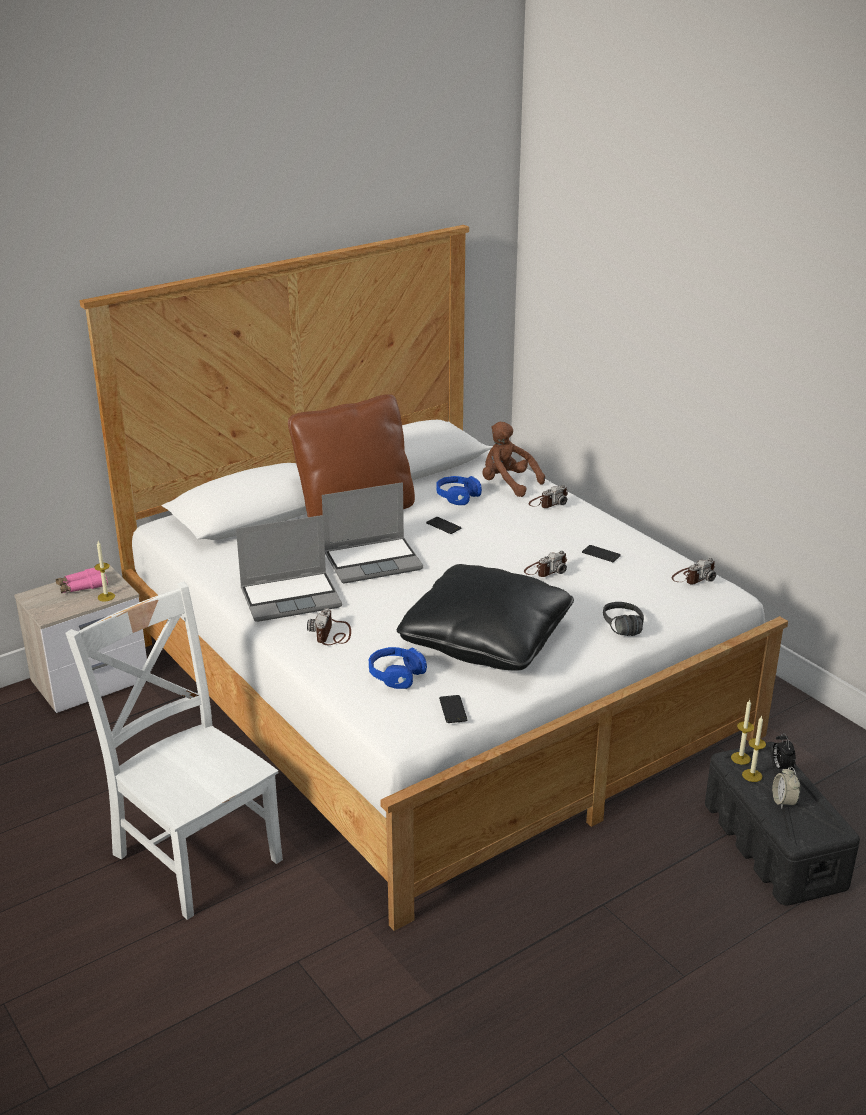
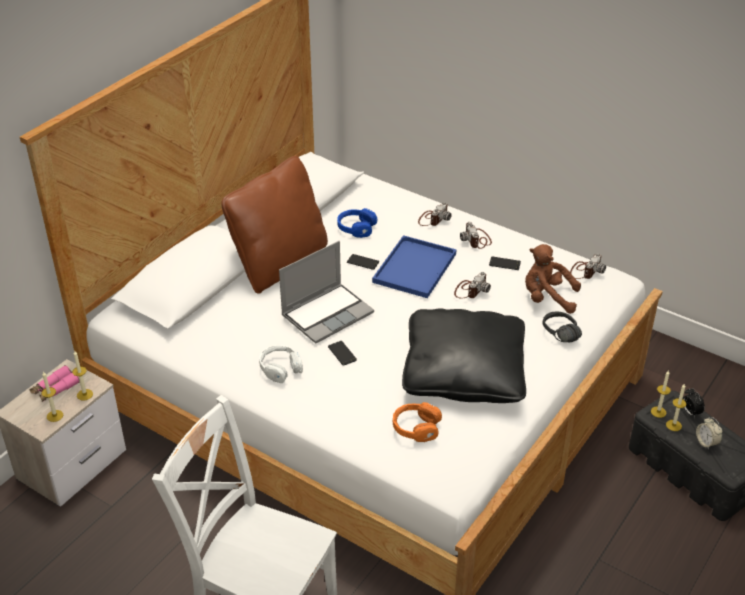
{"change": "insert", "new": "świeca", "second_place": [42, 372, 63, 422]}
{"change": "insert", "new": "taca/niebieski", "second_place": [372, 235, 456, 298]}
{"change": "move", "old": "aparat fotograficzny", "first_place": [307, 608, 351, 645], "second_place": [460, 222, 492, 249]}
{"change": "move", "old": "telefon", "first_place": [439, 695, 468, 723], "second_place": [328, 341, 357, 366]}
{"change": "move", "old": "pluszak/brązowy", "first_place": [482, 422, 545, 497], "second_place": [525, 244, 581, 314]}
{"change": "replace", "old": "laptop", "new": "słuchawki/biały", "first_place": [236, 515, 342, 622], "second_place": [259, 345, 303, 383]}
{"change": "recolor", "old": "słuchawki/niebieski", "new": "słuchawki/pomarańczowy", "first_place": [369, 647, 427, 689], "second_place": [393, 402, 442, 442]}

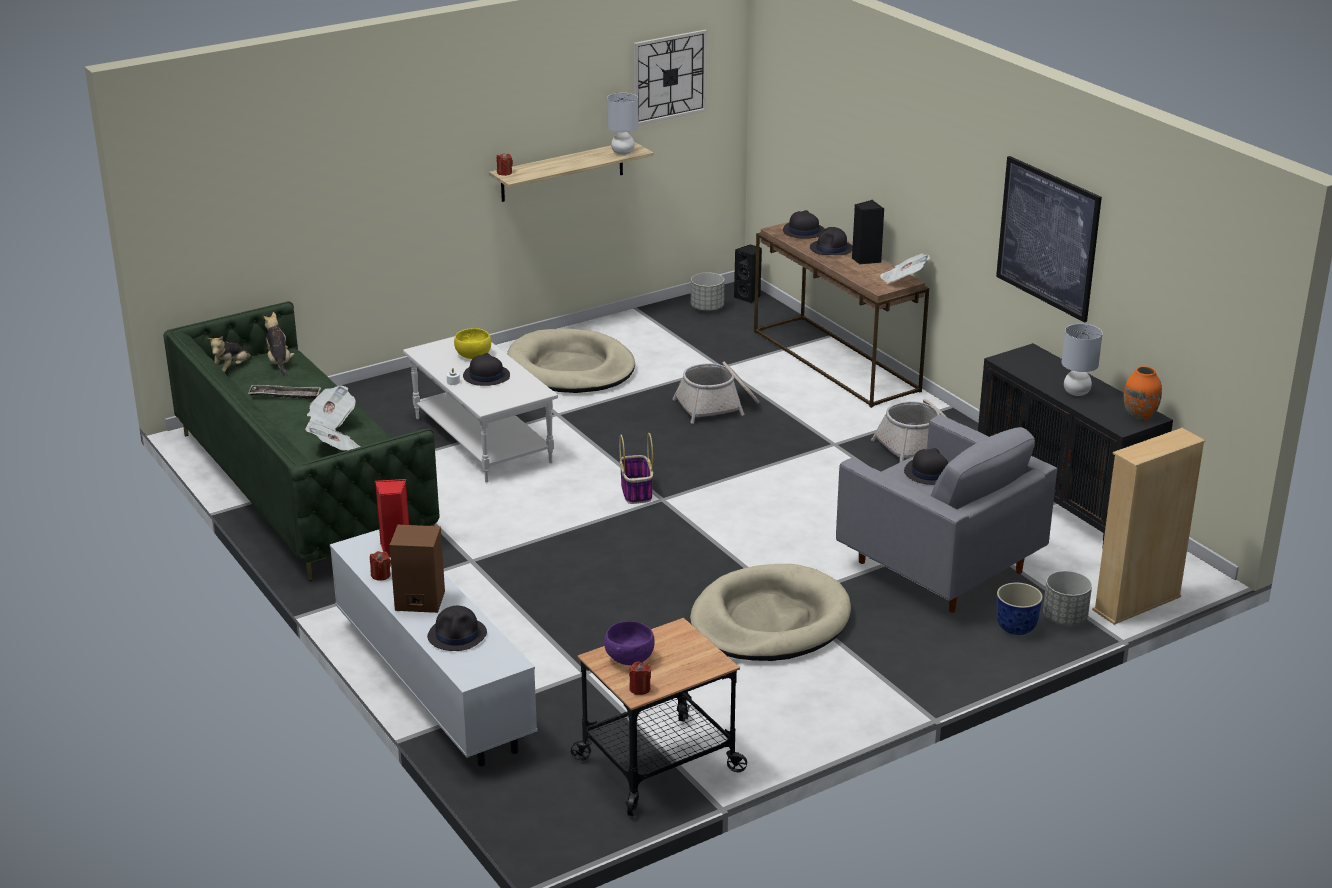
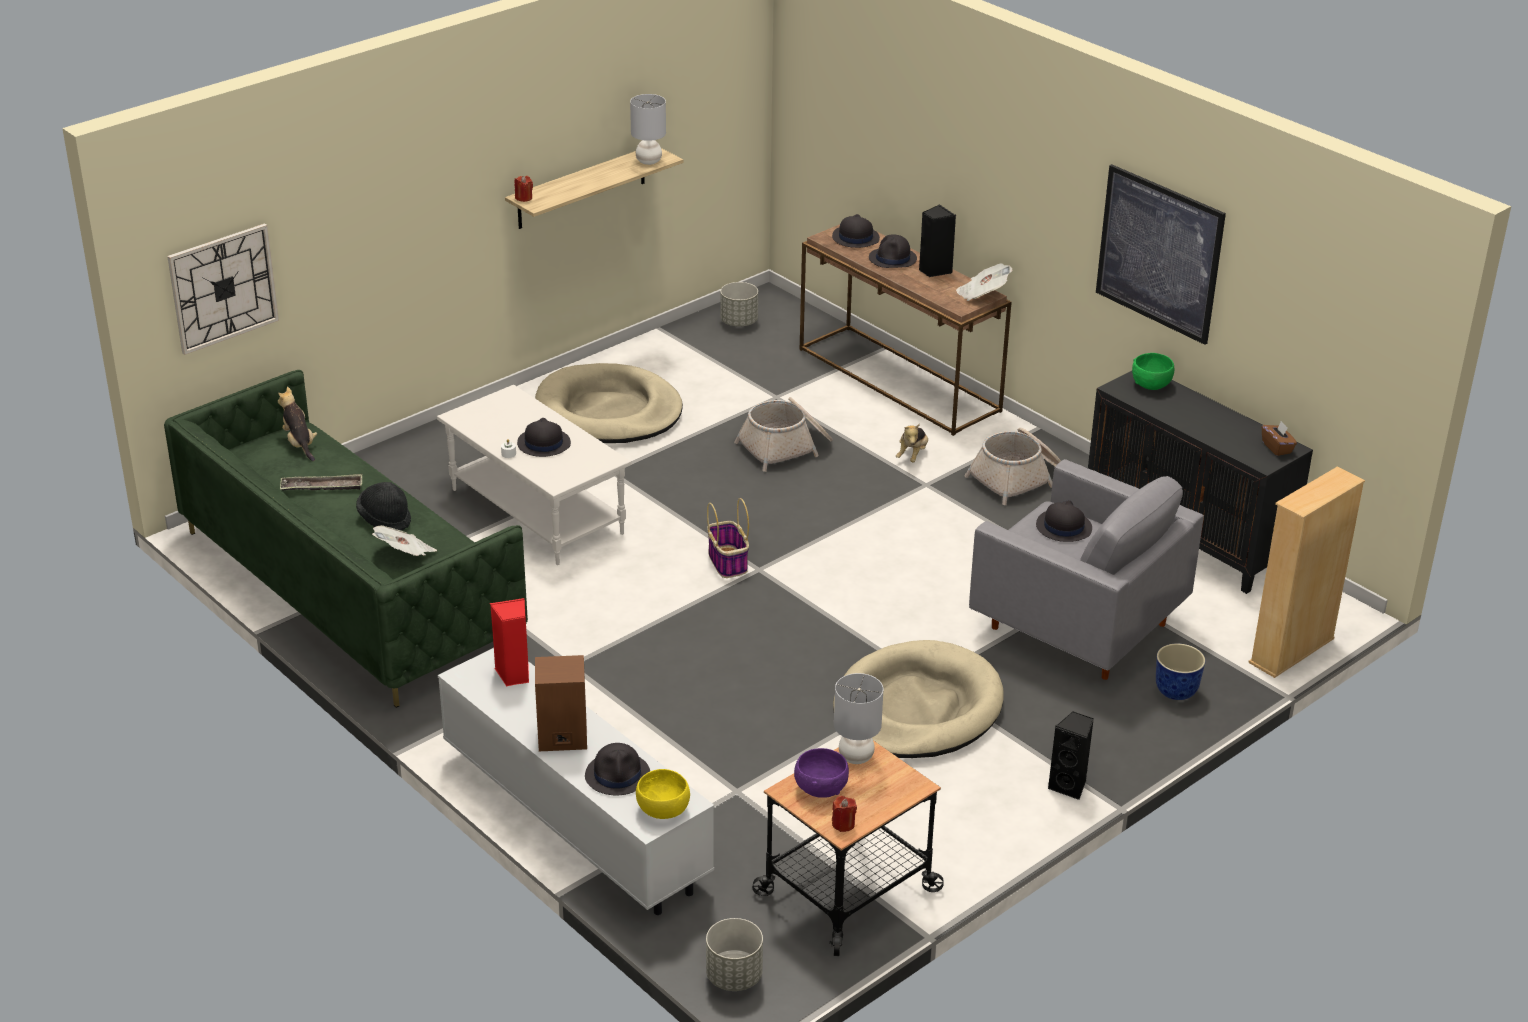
{"change": "delete", "old": "świeca/czerwony", "first_place": [370, 551, 391, 581]}
{"change": "insert", "new": "miska/zielony", "second_place": [1132, 353, 1174, 390]}
{"change": "move", "old": "pluszak", "first_place": [208, 336, 252, 372], "second_place": [896, 424, 928, 462]}
{"change": "move", "old": "miska/żółty", "first_place": [454, 328, 491, 359], "second_place": [636, 769, 690, 819]}
{"change": "move", "old": "zegar ścienny", "first_place": [634, 30, 707, 125], "second_place": [167, 223, 279, 355]}
{"change": "move", "old": "głośnik/czarny", "first_place": [734, 244, 762, 303], "second_place": [1048, 711, 1094, 800]}
{"change": "move", "old": "donica/szary", "first_place": [1043, 571, 1092, 625], "second_place": [706, 918, 763, 991]}
{"change": "move", "old": "lampa stołowa/szary", "first_place": [1061, 324, 1103, 396], "second_place": [834, 673, 883, 764]}
{"change": "replace", "old": "gazeta", "new": "kapelusz/czarny", "first_place": [305, 386, 355, 433], "second_place": [356, 482, 411, 530]}
{"change": "replace", "old": "wazon/pomarańczowy", "new": "pudełko chusteczek/brązowy", "first_place": [1124, 366, 1162, 421], "second_place": [1262, 421, 1297, 456]}

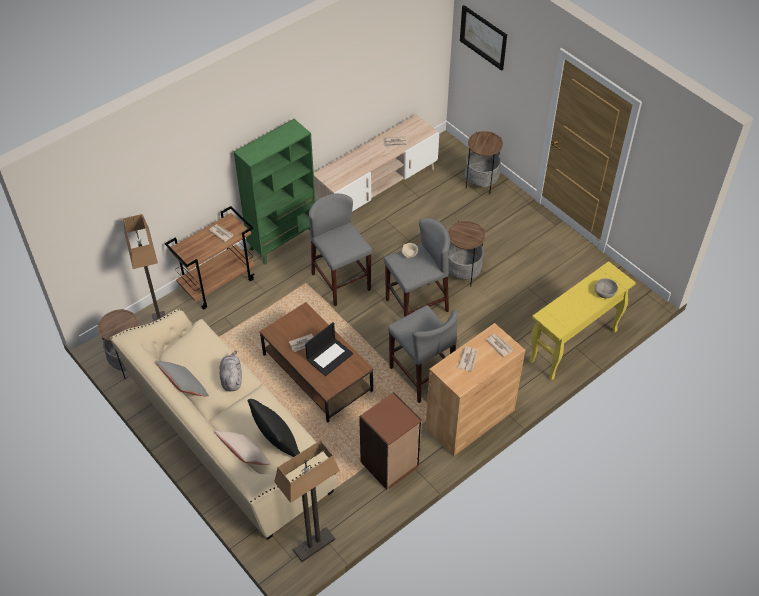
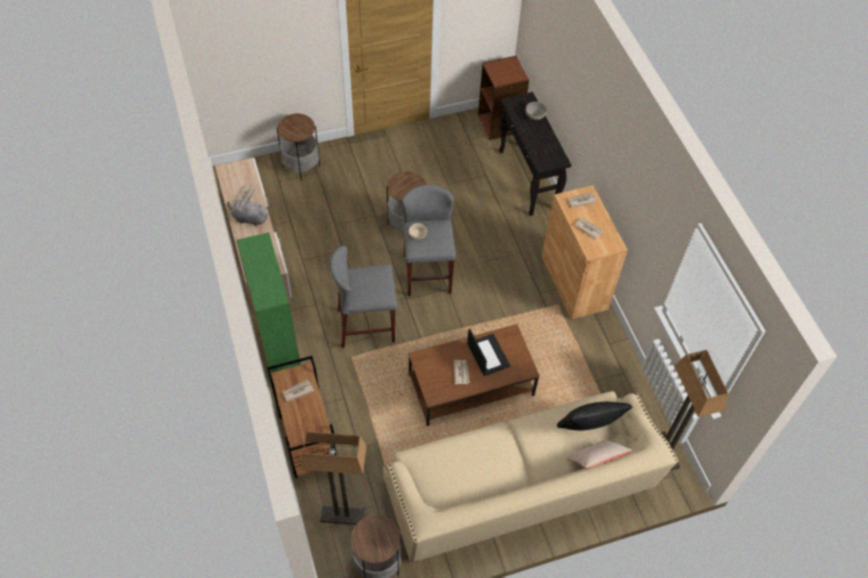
{"change": "delete", "old": "poduszka/szary", "first_place": [155, 361, 209, 397]}
{"change": "delete", "old": "stołek/szary", "first_place": [388, 305, 458, 403]}
{"change": "delete", "old": "obraz", "first_place": [460, 5, 507, 71]}
{"change": "move", "old": "pluszak/szary", "first_place": [220, 351, 242, 391], "second_place": [227, 197, 269, 226]}
{"change": "move", "old": "regał/brązowy", "first_place": [359, 392, 422, 490], "second_place": [478, 56, 529, 140]}
{"change": "recolor", "old": "stolik konsolowy/żółty", "new": "stolik konsolowy/czarny", "first_place": [529, 261, 636, 381], "second_place": [499, 92, 571, 216]}

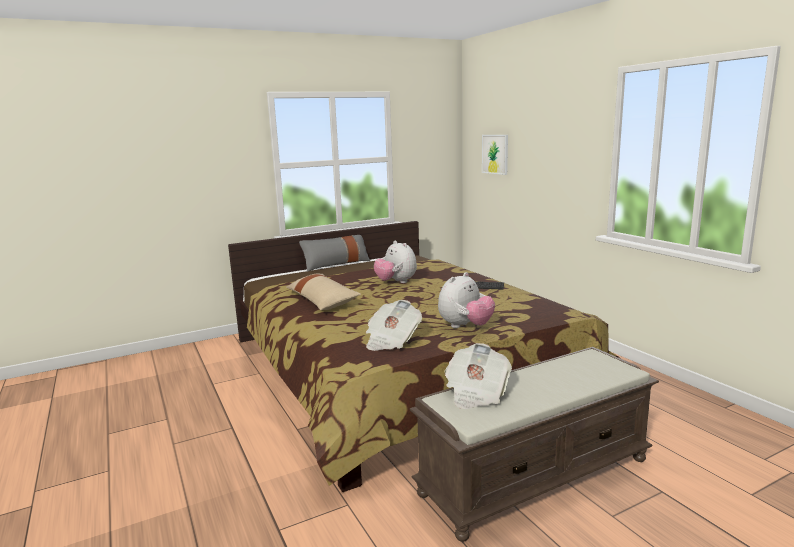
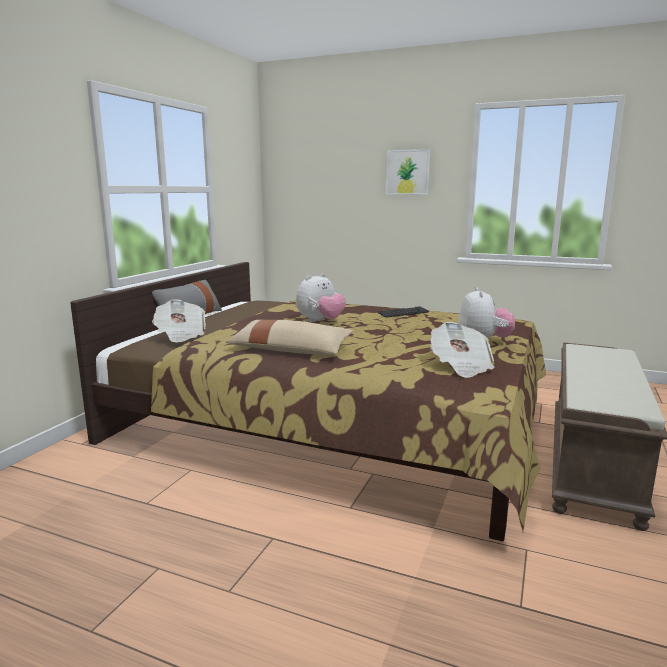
{"change": "move", "old": "gazeta", "first_place": [444, 343, 512, 409], "second_place": [152, 299, 206, 343]}
{"change": "move", "old": "obraz", "first_place": [482, 135, 508, 175], "second_place": [386, 149, 430, 195]}
{"change": "rotate", "old": "pluszak", "first_place": [374, 240, 417, 283], "second_place": [296, 273, 346, 322], "degrees": -60}

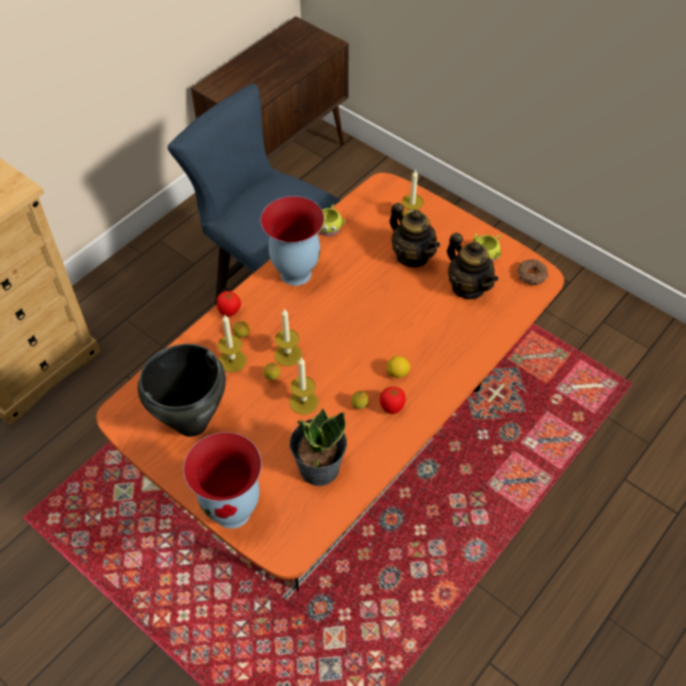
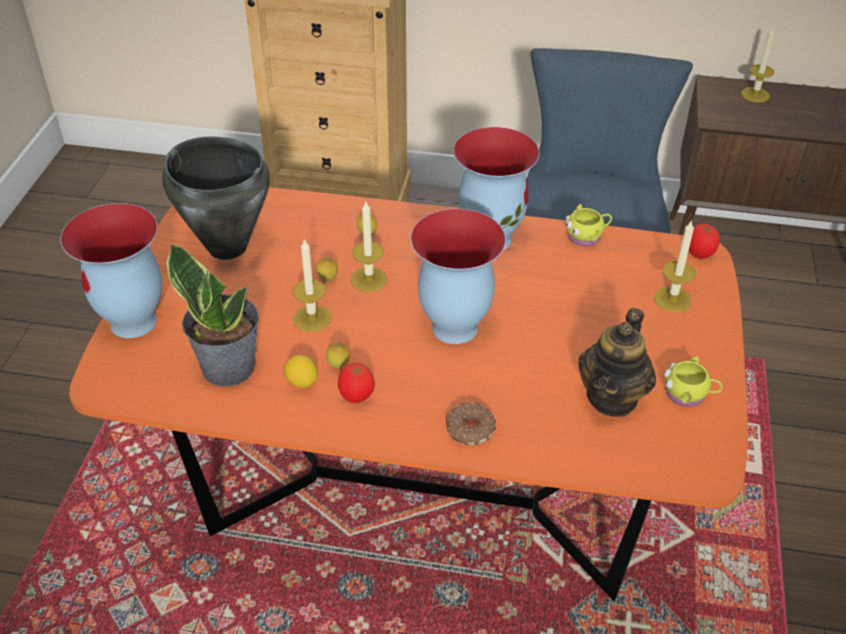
{"change": "delete", "old": "imbryk", "first_place": [390, 203, 440, 267]}
{"change": "insert", "new": "wazon", "second_place": [411, 209, 506, 344]}
{"change": "move", "old": "pomidor", "first_place": [217, 291, 241, 317], "second_place": [689, 223, 720, 259]}
{"change": "move", "old": "świeca", "first_place": [218, 315, 247, 372], "second_place": [741, 26, 775, 103]}
{"change": "move", "old": "cytryna", "first_place": [386, 356, 410, 378], "second_place": [284, 354, 318, 388]}
{"change": "move", "old": "donut", "first_place": [517, 259, 548, 285], "second_place": [446, 403, 496, 446]}

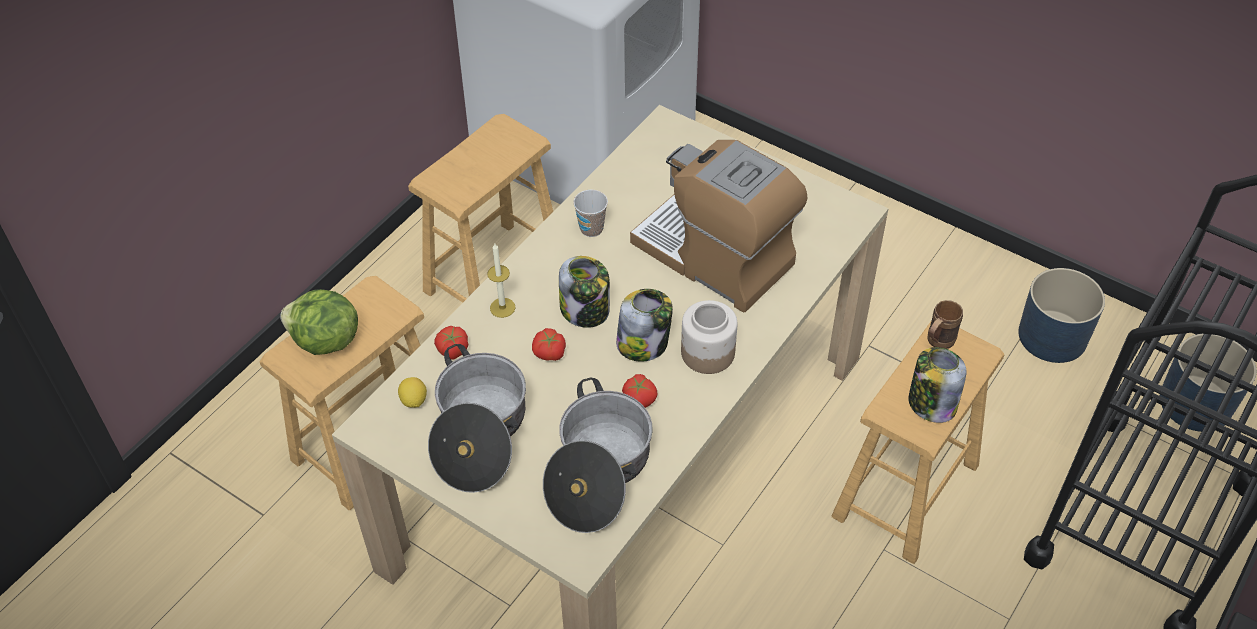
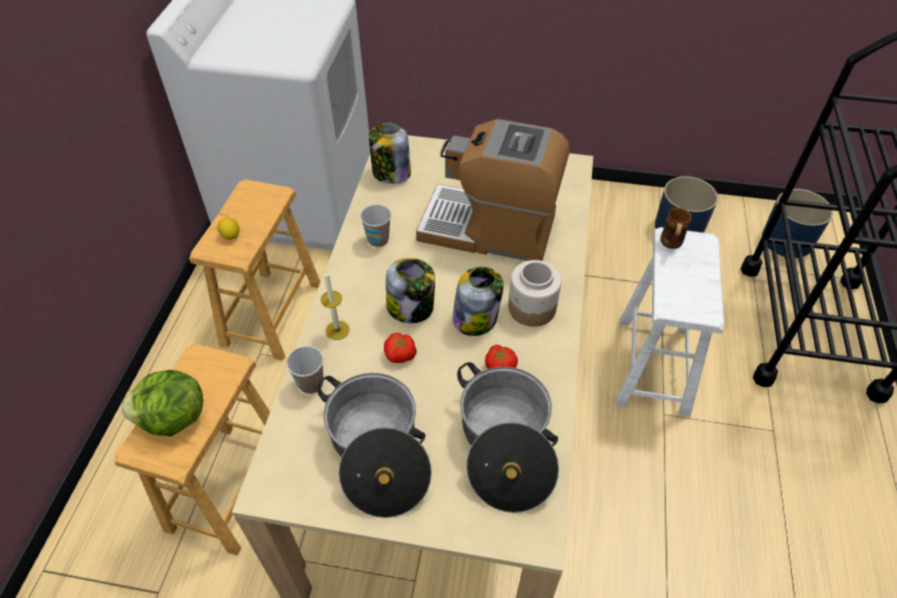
{"change": "move", "old": "cytryna", "first_place": [398, 377, 427, 408], "second_place": [217, 217, 239, 239]}
{"change": "move", "old": "słoik", "first_place": [908, 347, 966, 423], "second_place": [369, 122, 411, 184]}
{"change": "replace", "old": "pomidor", "new": "filiżanka", "first_place": [434, 326, 468, 359], "second_place": [286, 346, 323, 394]}
{"change": "recolor", "old": "stołek/brązowy", "new": "stołek/biały", "first_place": [831, 322, 1004, 564], "second_place": [615, 227, 724, 417]}

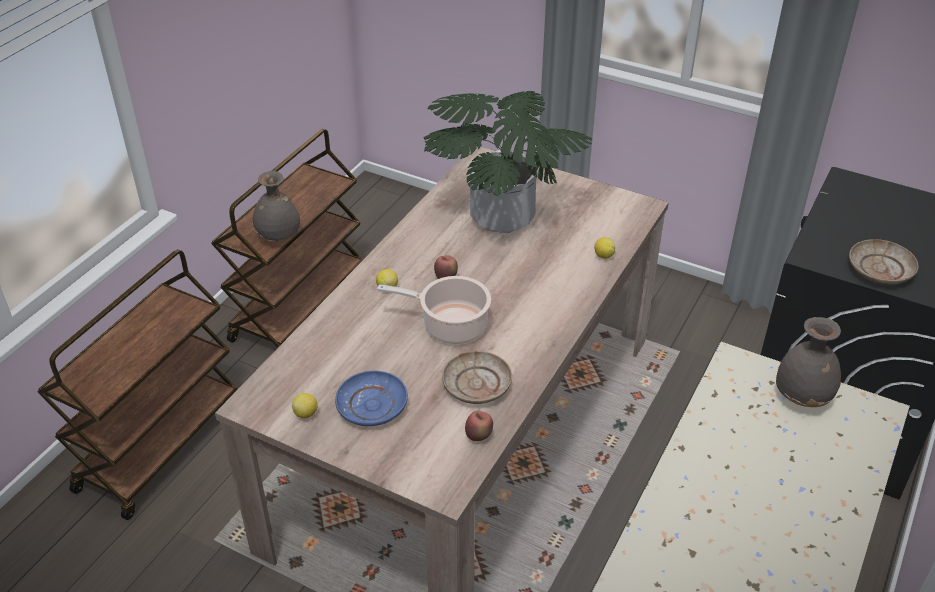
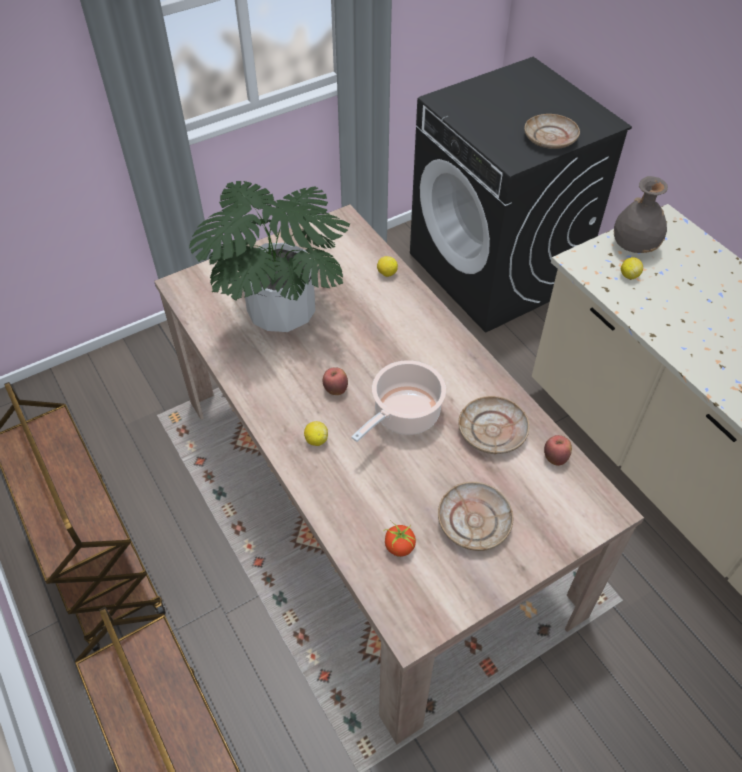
{"change": "delete", "old": "wazon/szary", "first_place": [252, 171, 300, 242]}
{"change": "insert", "new": "pomidor", "second_place": [383, 520, 416, 557]}
{"change": "move", "old": "cytryna", "first_place": [292, 393, 318, 418], "second_place": [621, 257, 643, 279]}
{"change": "recolor", "old": "talerz/niebieski", "new": "talerz/beżowy", "first_place": [335, 371, 408, 426], "second_place": [438, 482, 513, 551]}

